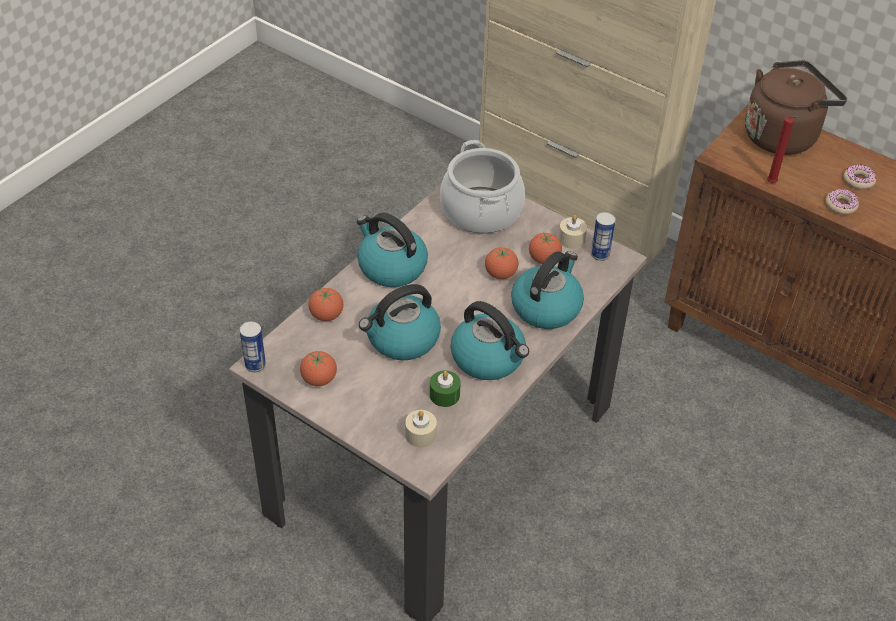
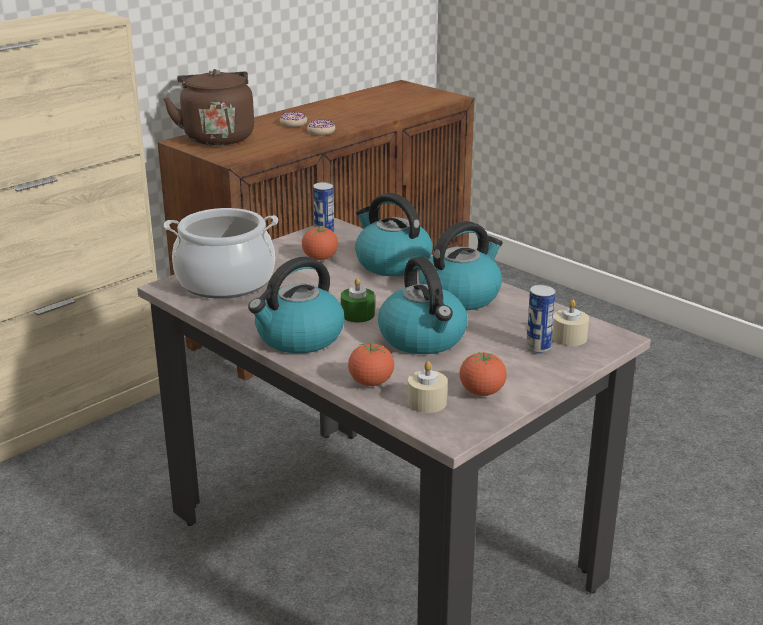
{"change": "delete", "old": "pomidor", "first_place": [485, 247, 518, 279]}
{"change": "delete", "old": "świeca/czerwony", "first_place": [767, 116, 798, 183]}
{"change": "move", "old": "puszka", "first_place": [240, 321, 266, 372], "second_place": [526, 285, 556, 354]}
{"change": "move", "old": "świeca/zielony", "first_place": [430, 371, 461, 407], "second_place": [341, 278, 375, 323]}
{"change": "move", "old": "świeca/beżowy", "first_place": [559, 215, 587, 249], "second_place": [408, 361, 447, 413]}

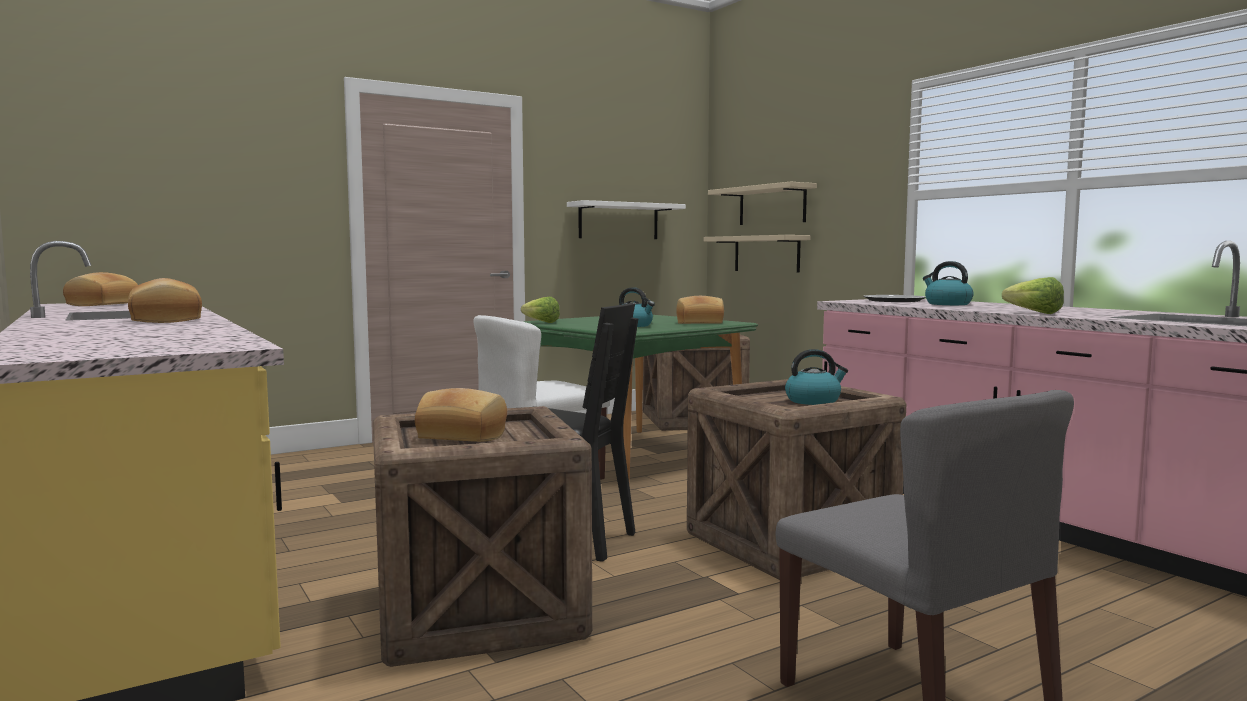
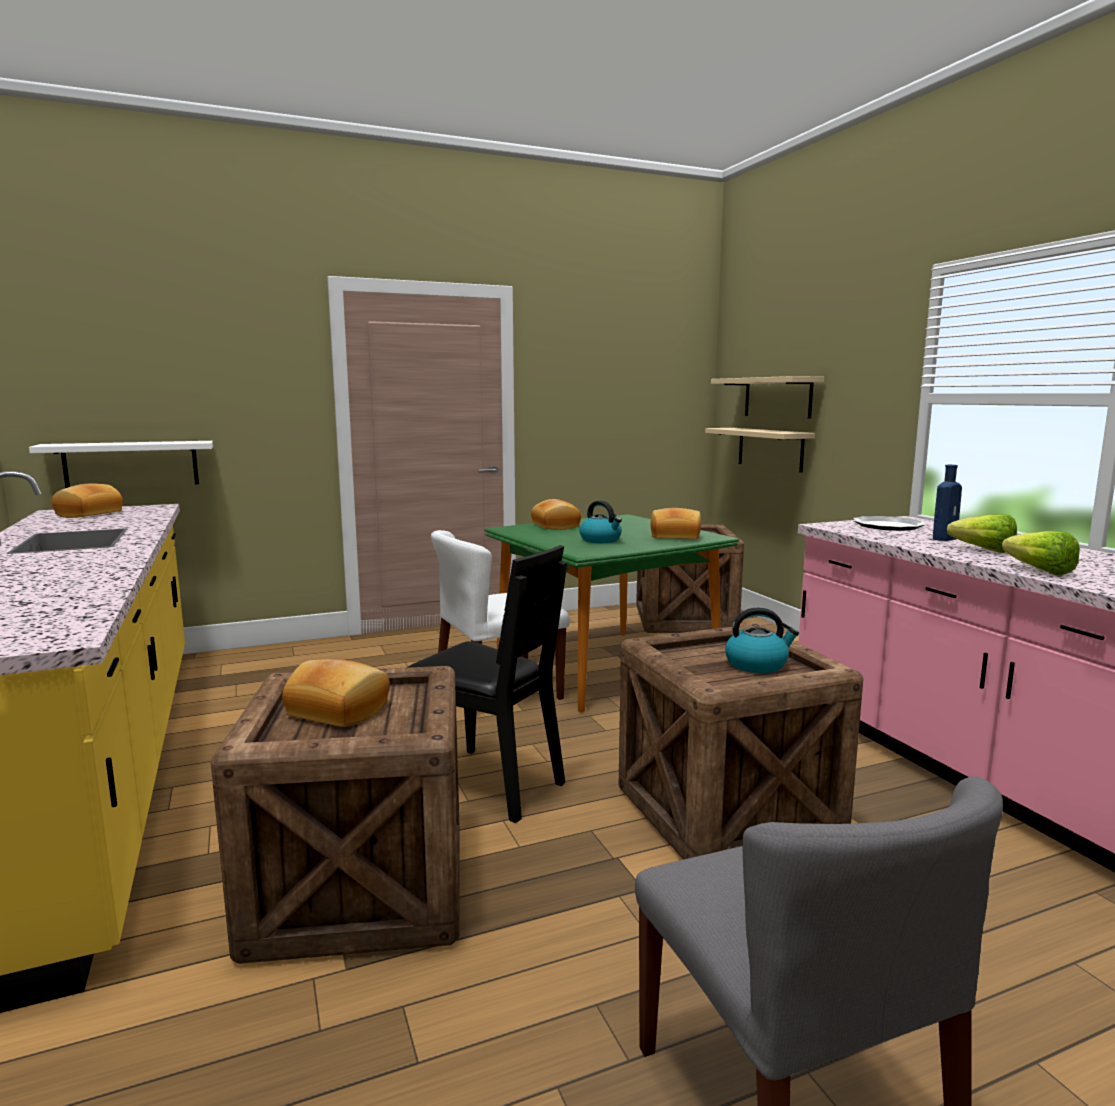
{"change": "move", "old": "chleb", "first_place": [128, 278, 202, 323], "second_place": [531, 499, 581, 530]}
{"change": "move", "old": "sałata", "first_place": [521, 297, 560, 323], "second_place": [947, 514, 1017, 553]}
{"change": "move", "old": "półka/biały", "first_place": [567, 200, 686, 239], "second_place": [29, 441, 213, 488]}
{"change": "replace", "old": "czajnik", "new": "butelka/niebieski", "first_place": [923, 261, 974, 305], "second_place": [933, 465, 962, 541]}

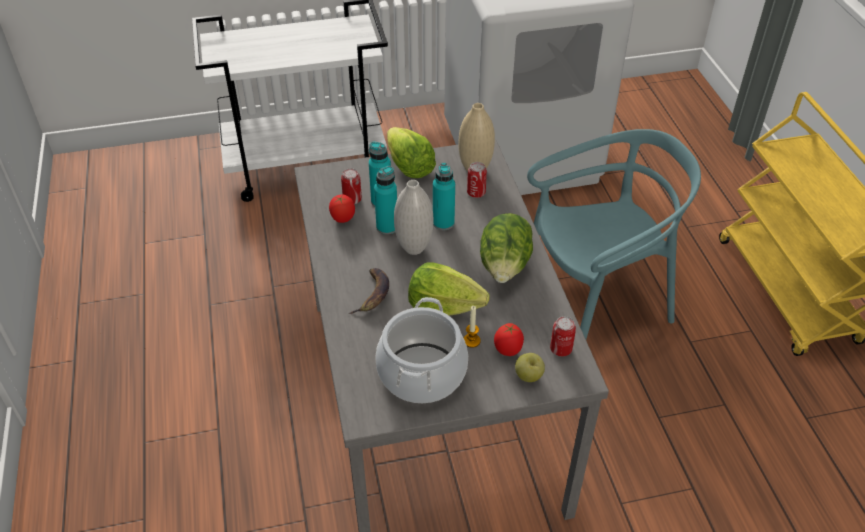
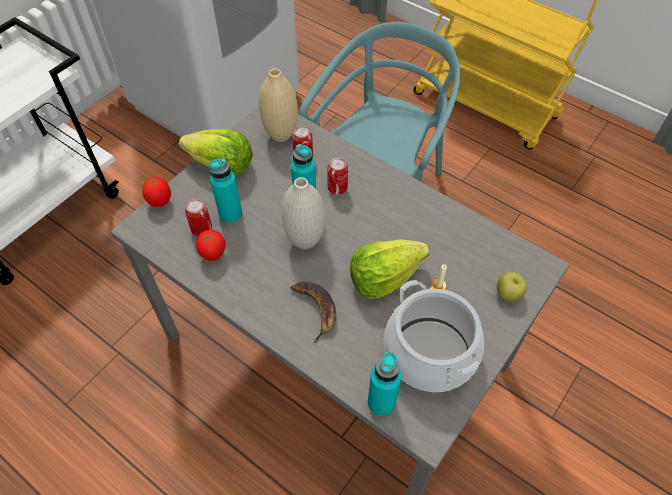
{"change": "delete", "old": "sałata", "first_place": [480, 213, 533, 283]}
{"change": "move", "old": "butelka/turkusowy", "first_place": [374, 166, 397, 235], "second_place": [368, 352, 401, 416]}
{"change": "move", "old": "pomidor", "first_place": [494, 323, 524, 356], "second_place": [142, 177, 171, 207]}
{"change": "move", "old": "puszka", "first_place": [550, 316, 576, 356], "second_place": [327, 158, 348, 195]}

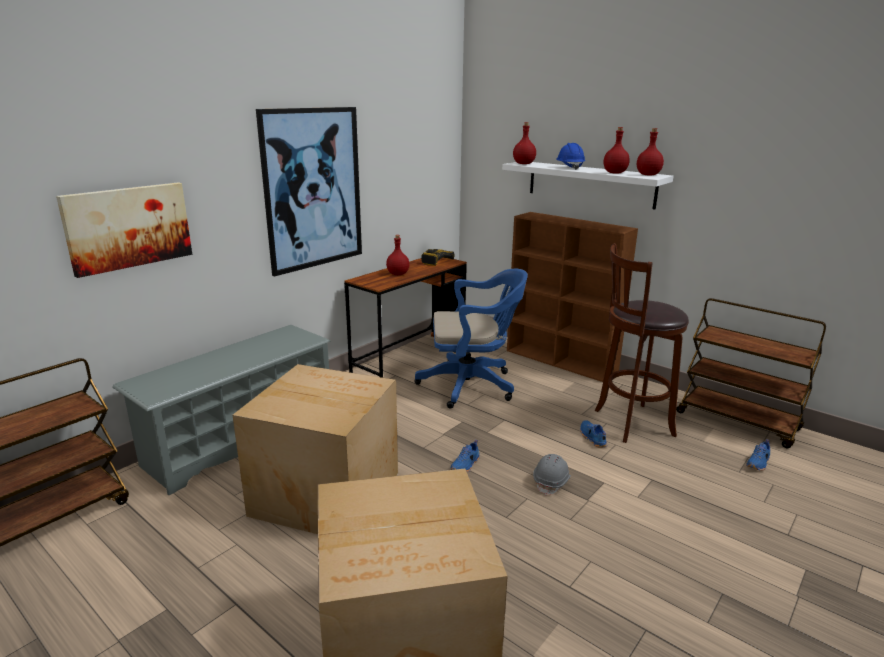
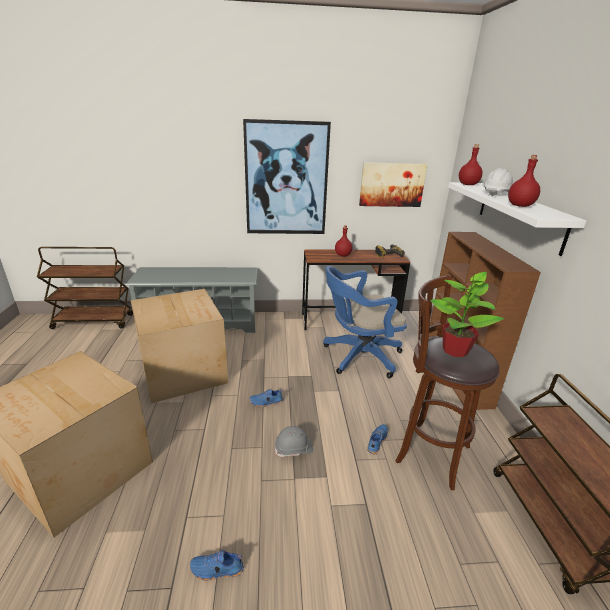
{"change": "delete", "old": "butelka/czerwony", "first_place": [637, 128, 664, 175]}
{"change": "insert", "new": "roślina doniczkowa", "second_place": [430, 269, 504, 357]}
{"change": "move", "old": "obraz", "first_place": [56, 182, 192, 278], "second_place": [359, 162, 427, 207]}
{"change": "move", "old": "but/niebieski", "first_place": [746, 439, 770, 471], "second_place": [190, 550, 244, 581]}
{"change": "recolor", "old": "kask/niebieski", "new": "kask/biały", "first_place": [557, 143, 585, 170], "second_place": [482, 168, 513, 197]}
{"change": "rotate", "old": "krzesło biurowe/niebieski", "first_place": [414, 269, 528, 409], "second_place": [323, 266, 407, 379], "degrees": 120}

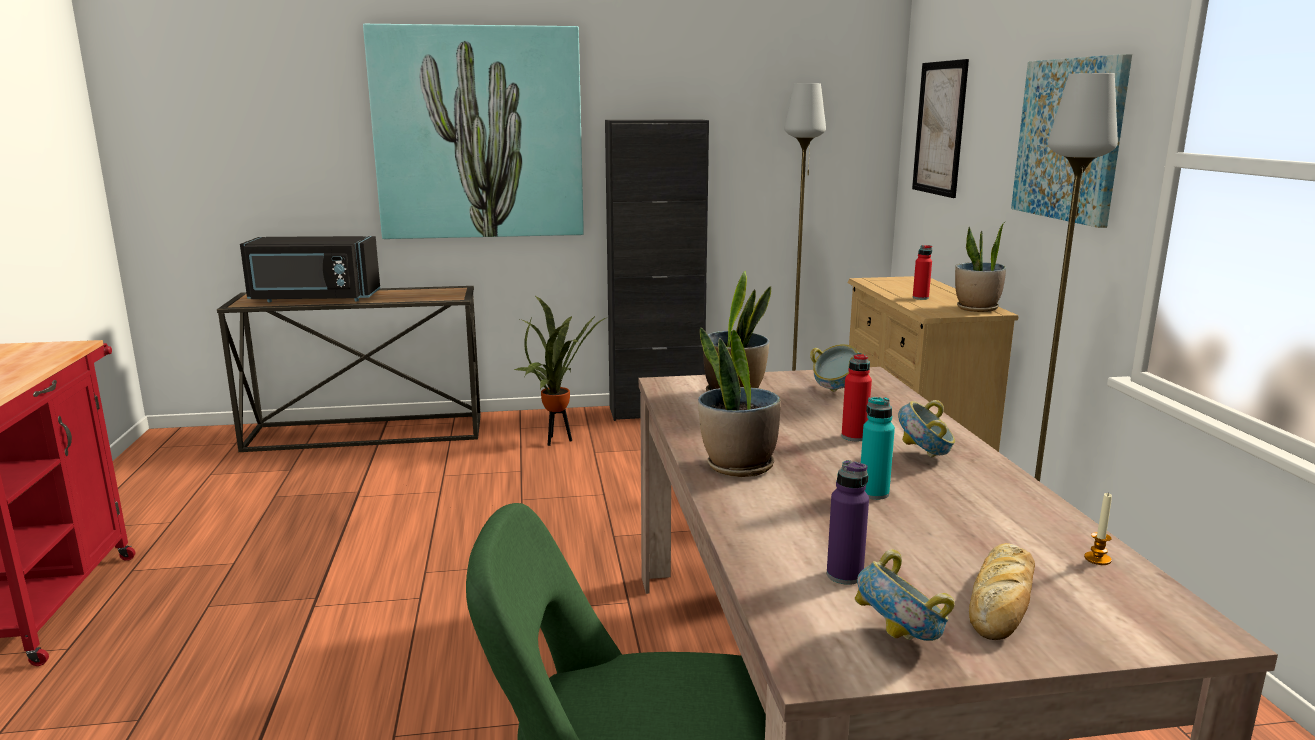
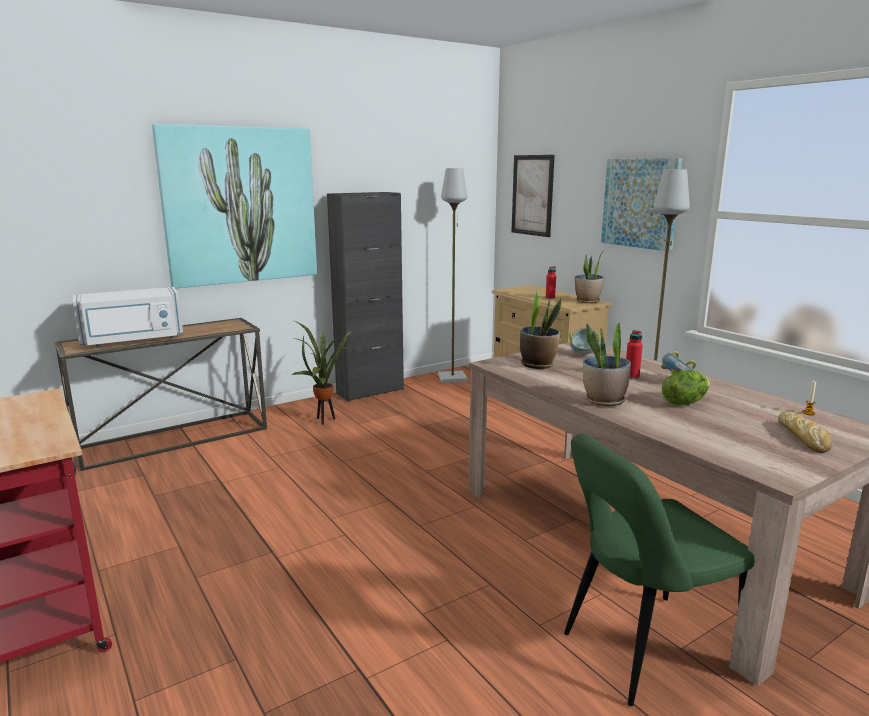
{"change": "delete", "old": "butelka/fioletowy", "first_place": [827, 460, 869, 585]}
{"change": "delete", "old": "miska", "first_place": [855, 549, 955, 641]}
{"change": "replace", "old": "butelka/turkusowy", "new": "sałata", "first_place": [861, 397, 895, 500], "second_place": [662, 370, 710, 405]}
{"change": "recolor", "old": "mikrofalówka/czarny", "new": "mikrofalówka/biały", "first_place": [240, 236, 380, 302], "second_place": [73, 287, 183, 346]}

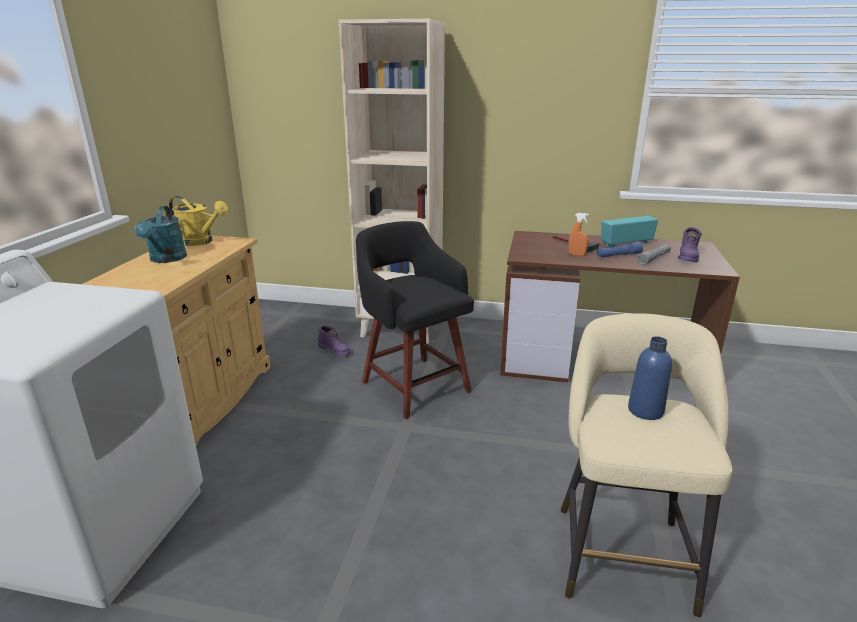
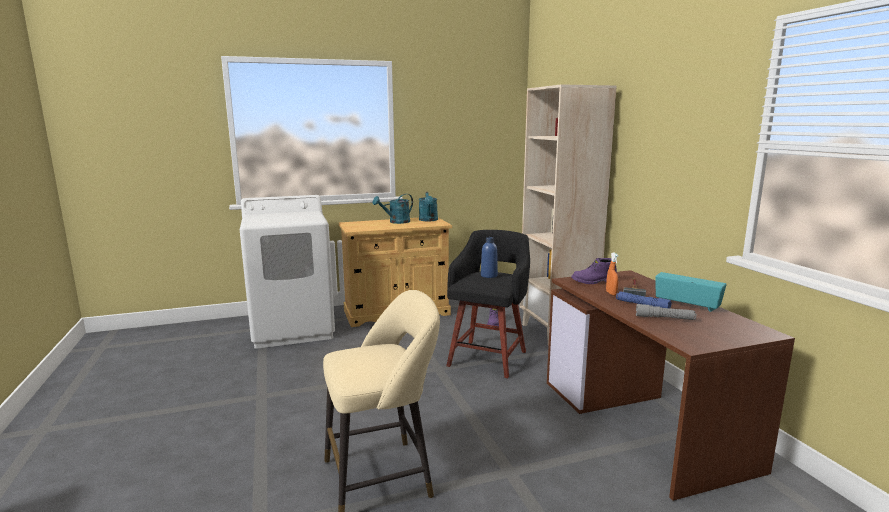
{"change": "move", "old": "butelka/niebieski", "first_place": [628, 337, 672, 420], "second_place": [481, 237, 498, 278]}
{"change": "move", "old": "but z cholewką/fioletowy", "first_place": [678, 227, 702, 262], "second_place": [571, 258, 617, 284]}
{"change": "recolor", "old": "konewka/żółty", "new": "konewka/turkusowy", "first_place": [169, 196, 228, 246], "second_place": [419, 192, 438, 221]}

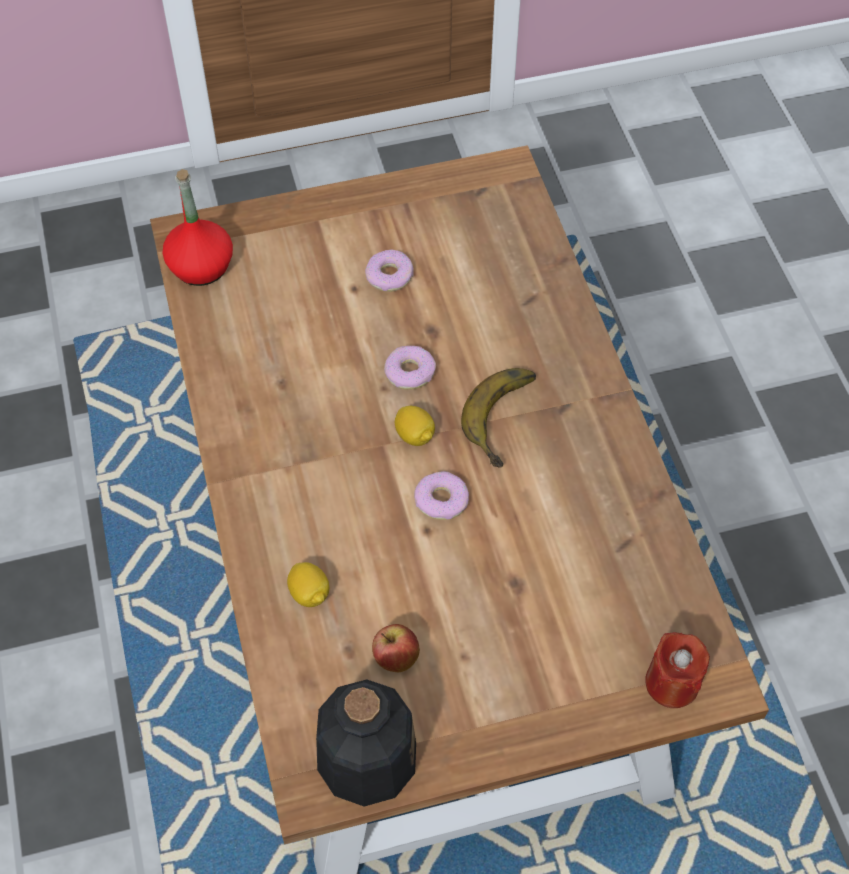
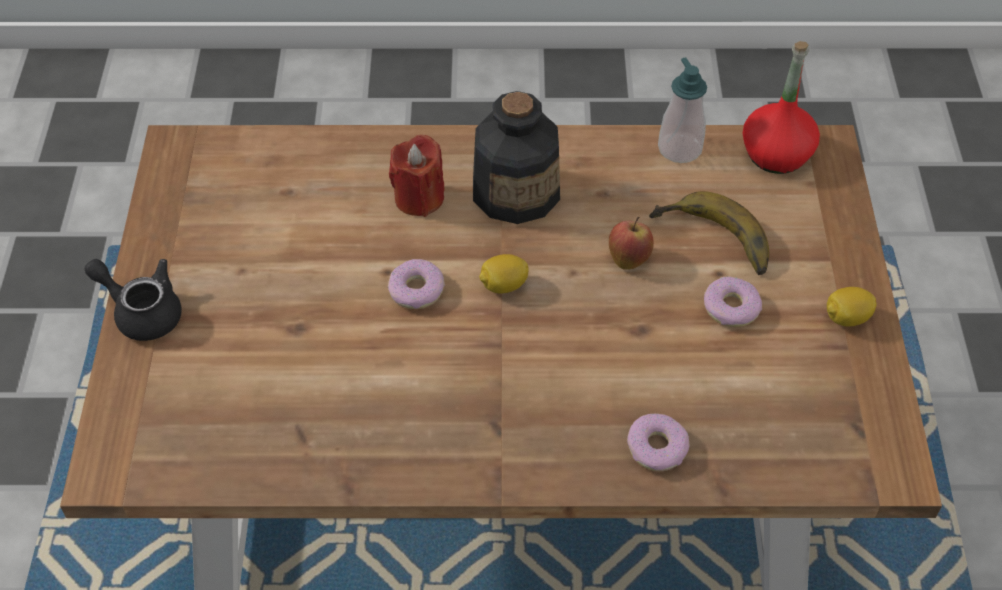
{"change": "insert", "new": "imbryk/czarny", "second_place": [84, 259, 182, 341]}
{"change": "insert", "new": "dozownik mydła", "second_place": [658, 58, 707, 163]}
{"change": "move", "old": "cytryna", "first_place": [287, 562, 329, 607], "second_place": [827, 287, 877, 327]}
{"change": "move", "old": "butelka", "first_place": [316, 680, 416, 807], "second_place": [473, 91, 560, 224]}
{"change": "move", "old": "jabłko", "first_place": [372, 624, 420, 672], "second_place": [609, 217, 654, 270]}
{"change": "move", "old": "donut", "first_place": [384, 346, 436, 390], "second_place": [627, 414, 690, 471]}
{"change": "move", "old": "banan", "first_place": [461, 368, 536, 468], "second_place": [649, 191, 769, 275]}
{"change": "move", "old": "świeca/czerwony", "first_place": [645, 632, 710, 708], "second_place": [389, 135, 445, 217]}

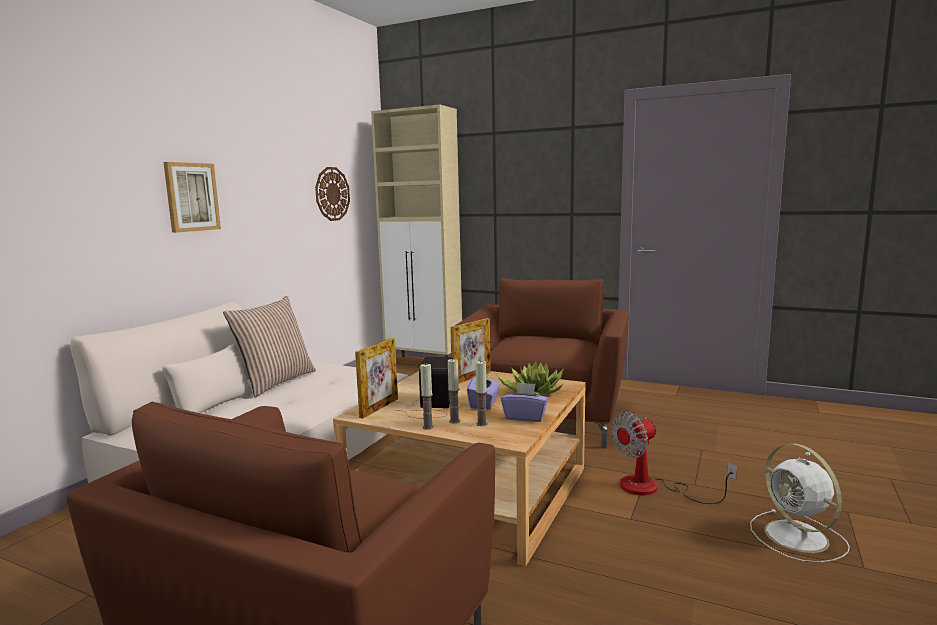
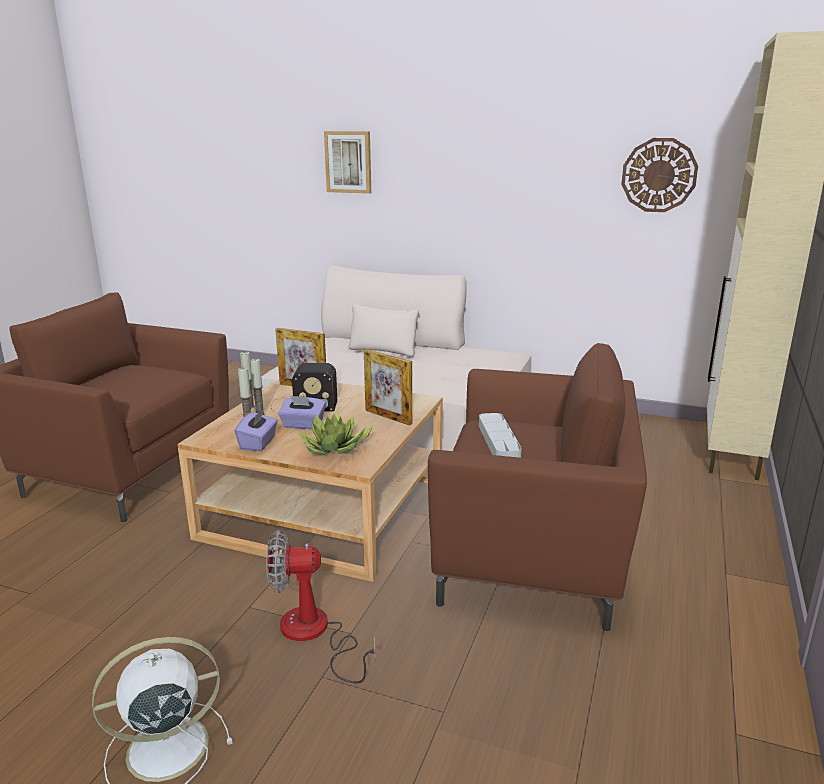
{"change": "delete", "old": "poduszka", "first_place": [223, 296, 316, 397]}
{"change": "insert", "new": "taca/szary", "second_place": [479, 413, 522, 458]}
{"change": "move", "old": "obraz", "first_place": [163, 162, 221, 233], "second_place": [324, 131, 371, 194]}
{"change": "rotate", "old": "wentylator", "first_place": [612, 412, 737, 504], "second_place": [266, 530, 376, 683], "degrees": -60}

